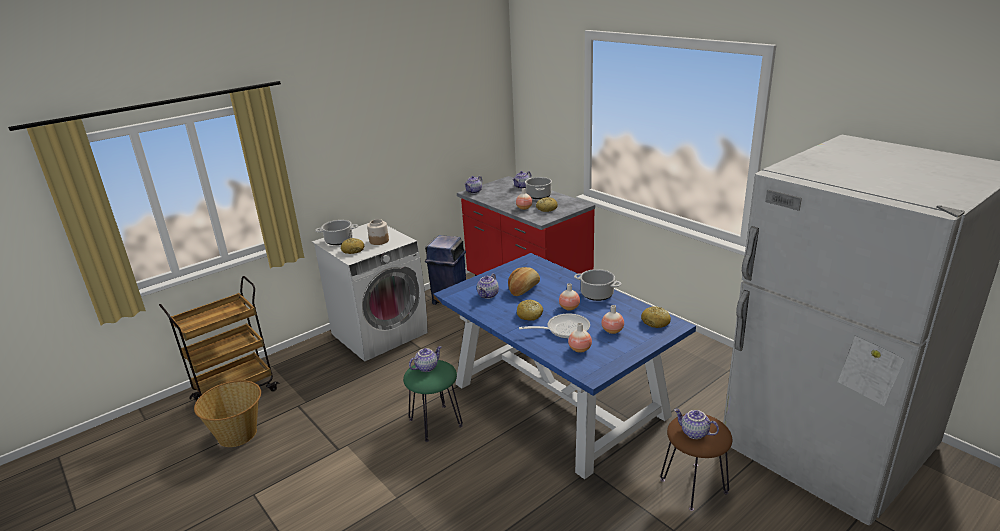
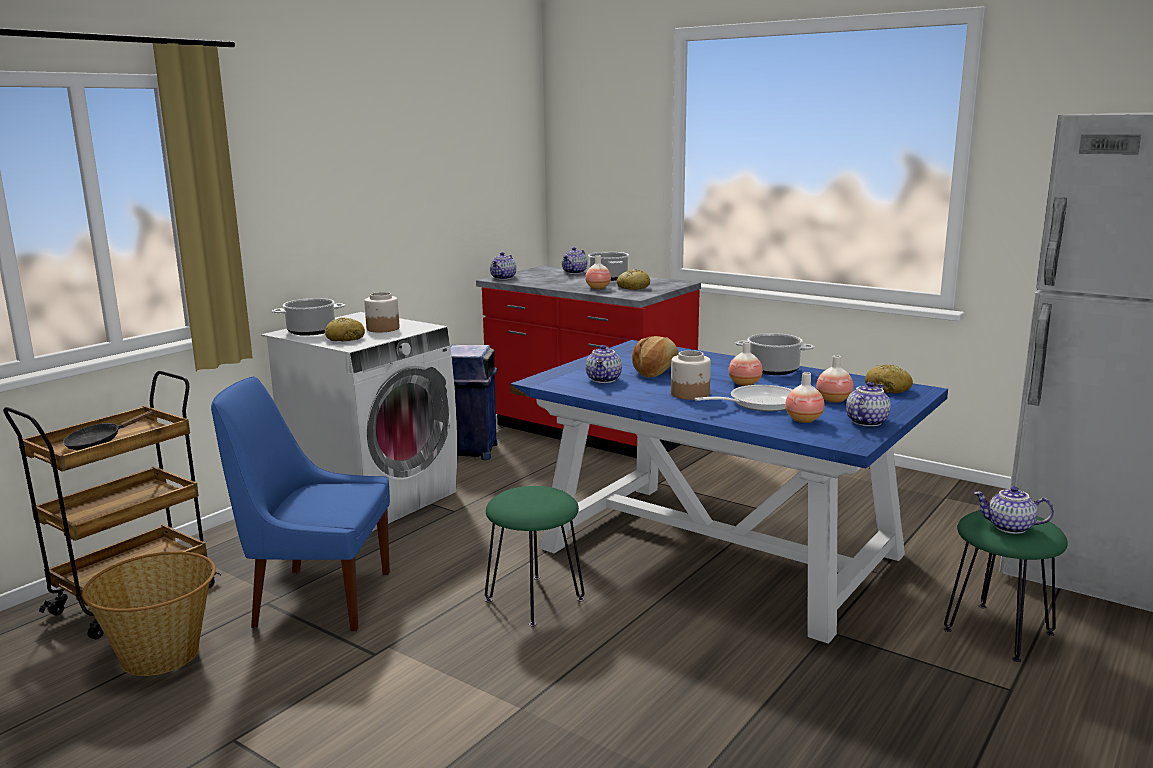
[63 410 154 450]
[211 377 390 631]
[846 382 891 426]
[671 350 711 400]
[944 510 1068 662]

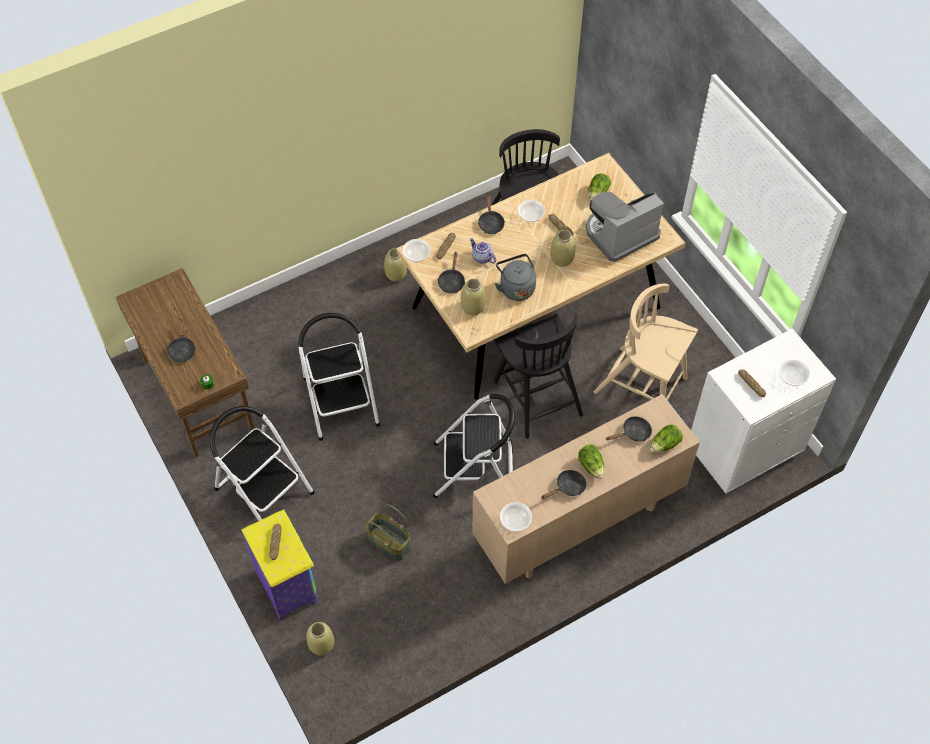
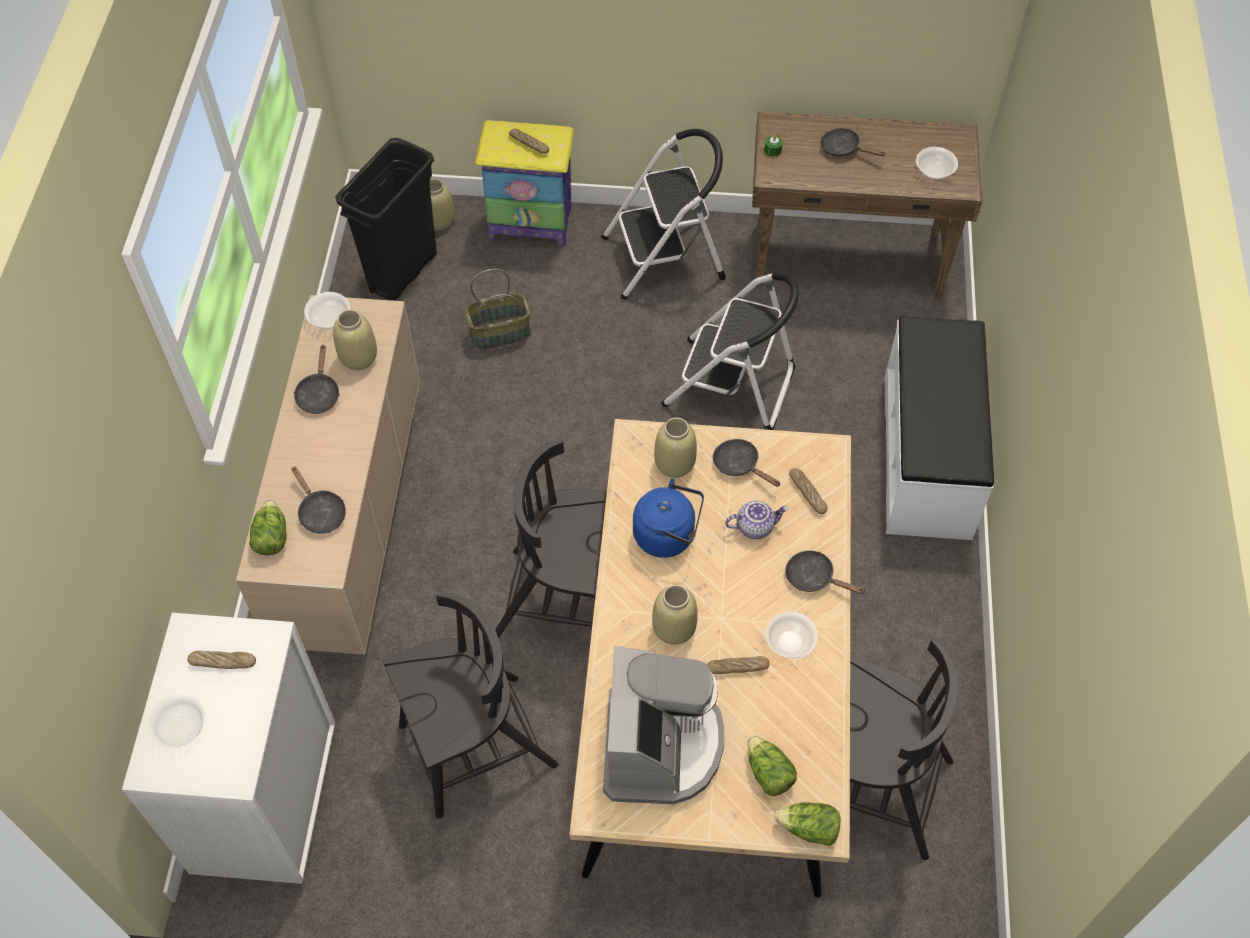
[433 394 515 498] (first image)
[335 138 437 301]
[884 316 994 540]
[333 310 377 370]
[916 147 958 180]
[774 802 841 846]
[633 478 704 558]
[383 593 559 819]
[292 466 346 534]

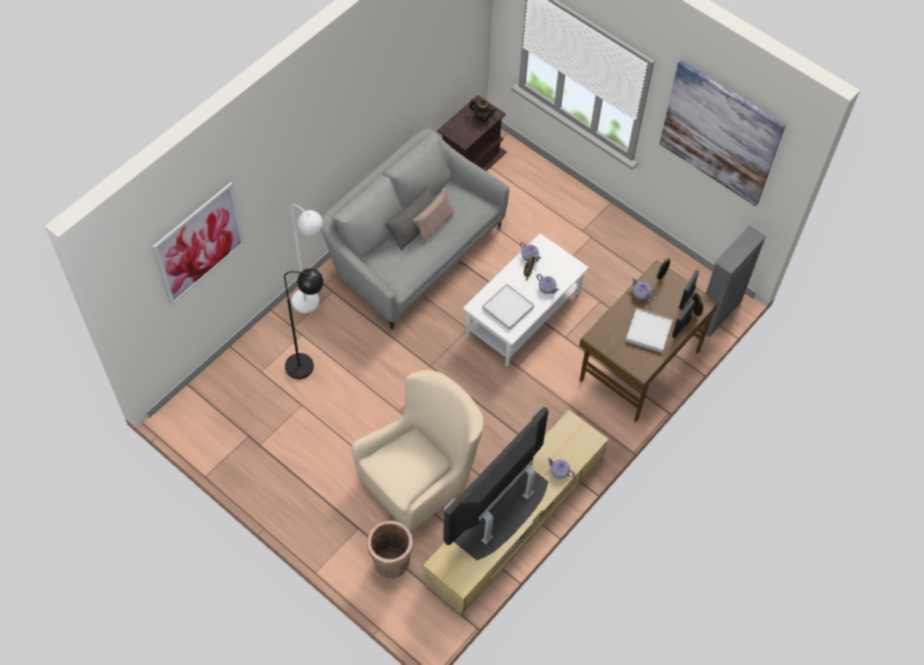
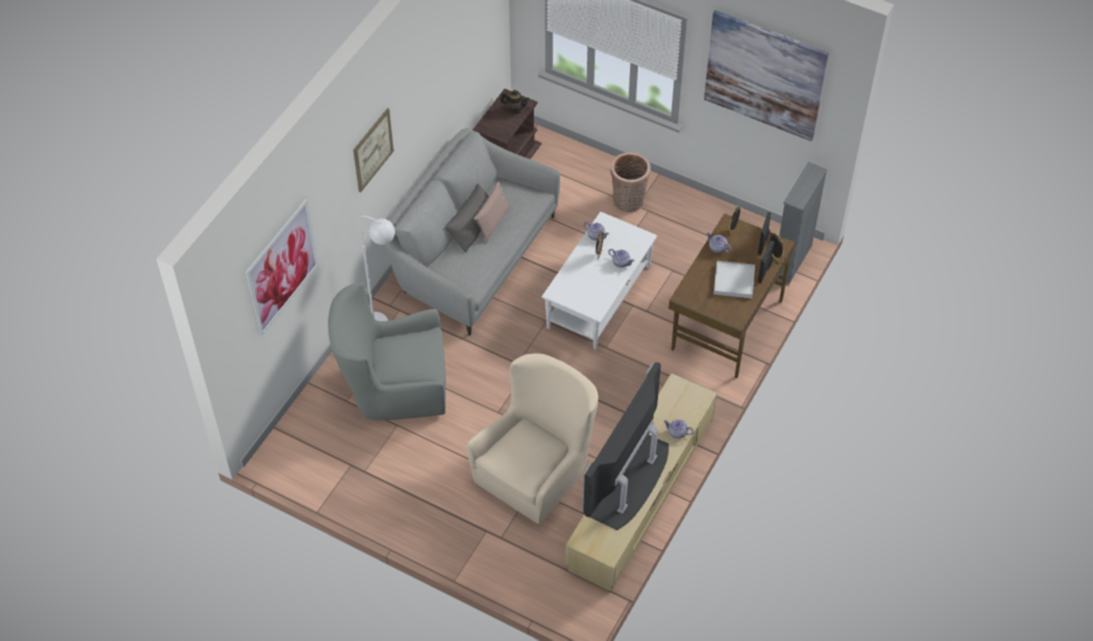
[482 284 534 330] (first image)
[353 108 394 192]
[610 152 651 212]
[328 283 446 420]

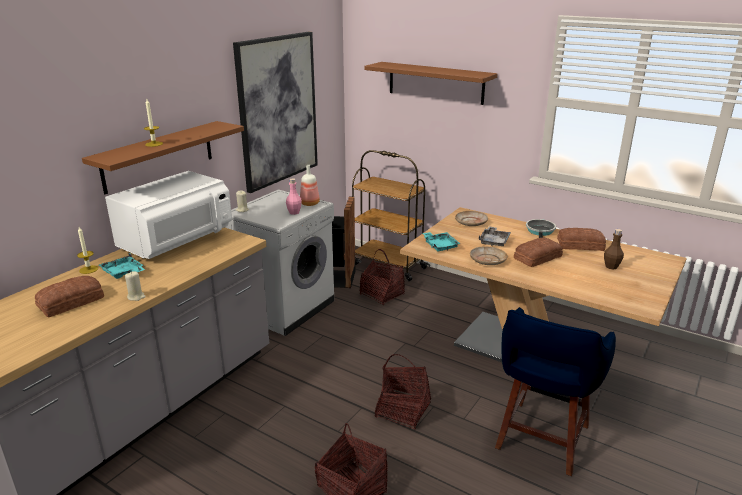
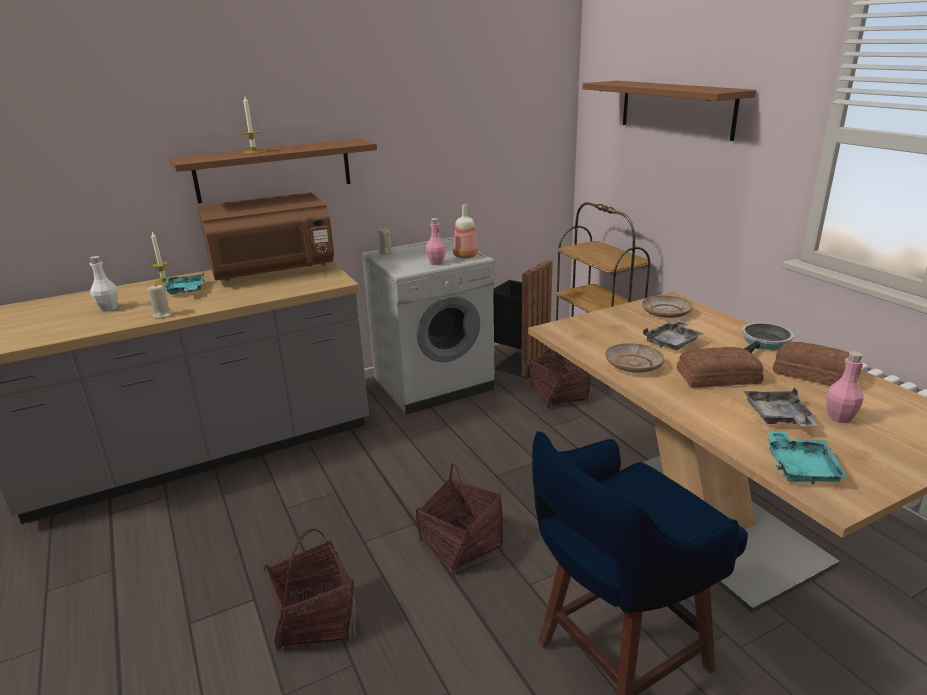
[233 32 318 193] (first image)
[744 387 818 426]
[767 430 849 484]
[90 256 118 312]
[197 192 334 281]
[826 351 864 423]

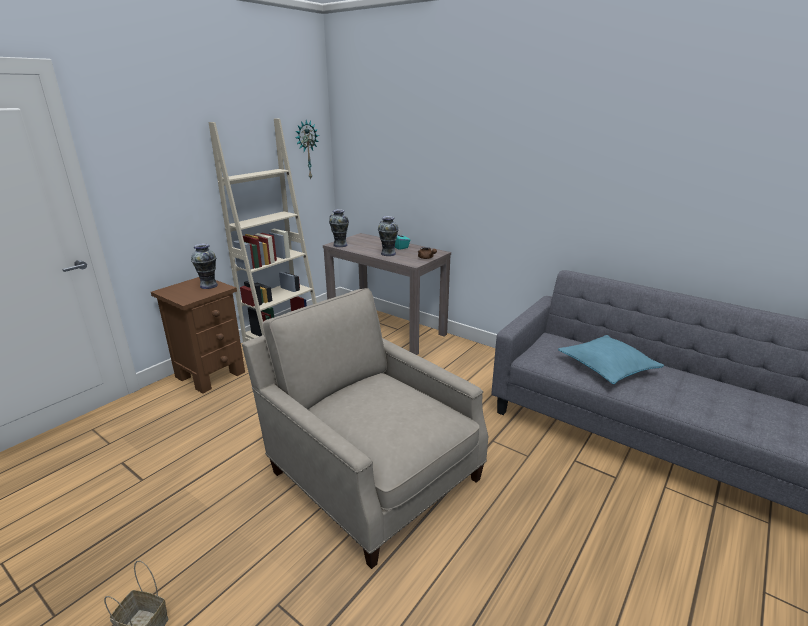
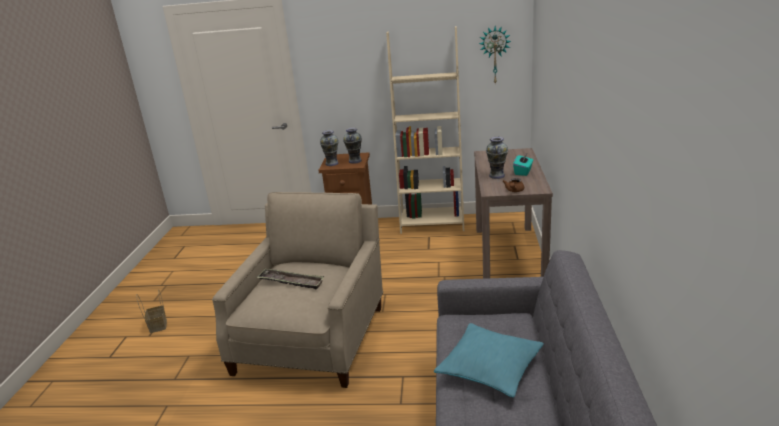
[257 269 324 290]
[320 130 339 166]

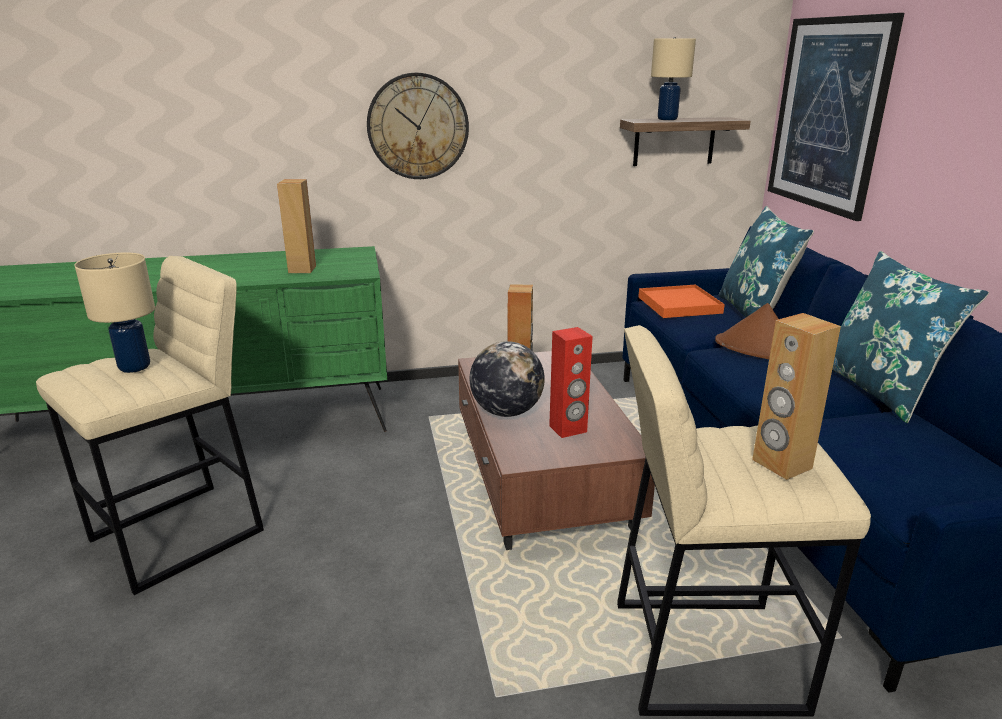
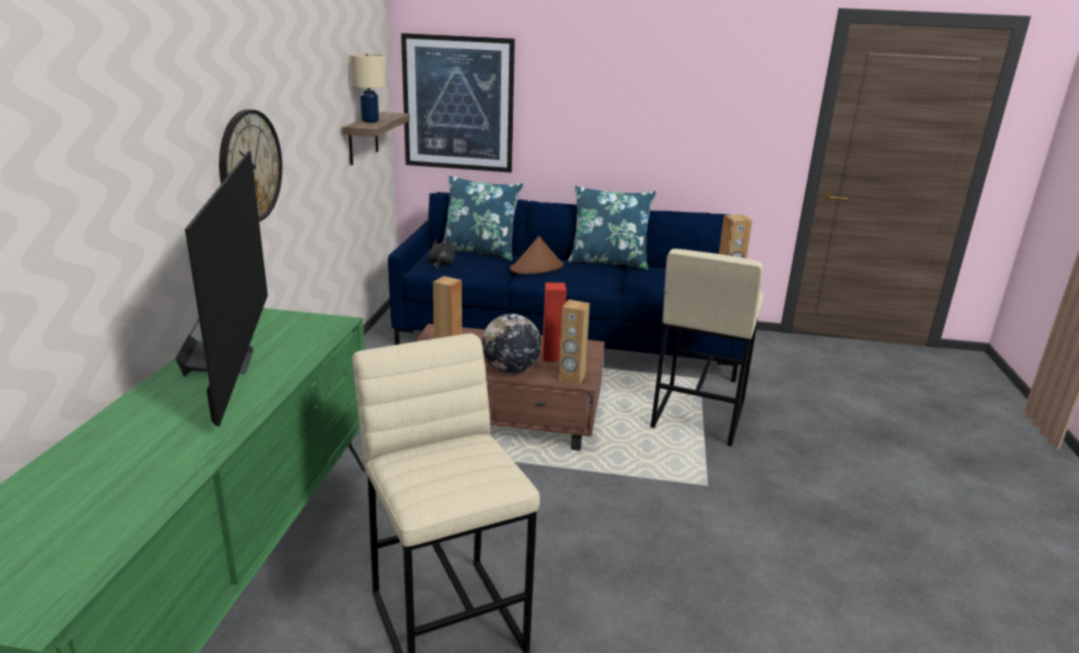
[74 252 155 373] (first image)
[175 151 268 426]
[558 300 590 385]
[428 240 455 270]

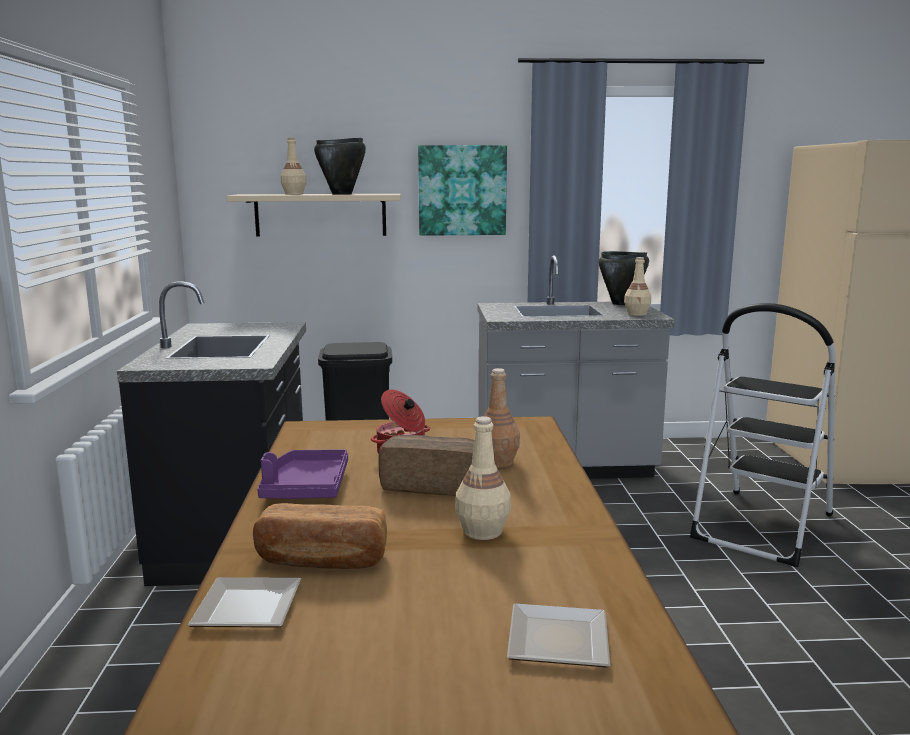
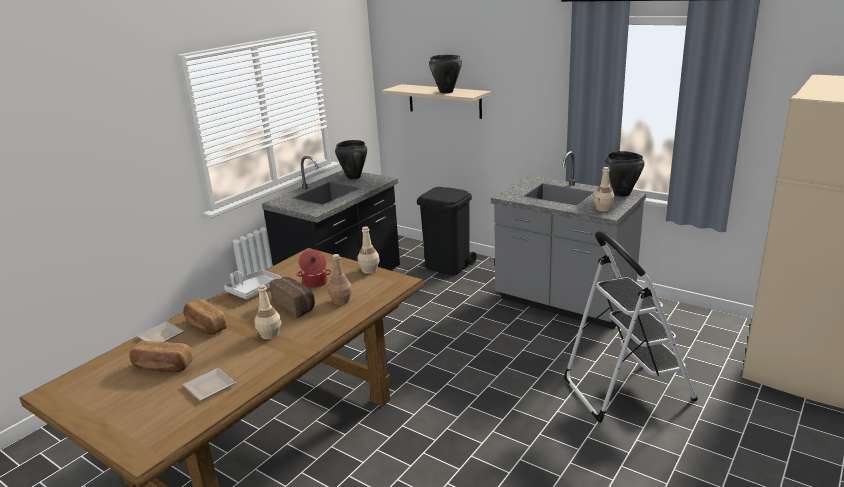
[418 145 507 236] (first image)
[129 341 193 372]
[335 140 367 179]
[357 226 380 274]
[224 270 281 299]

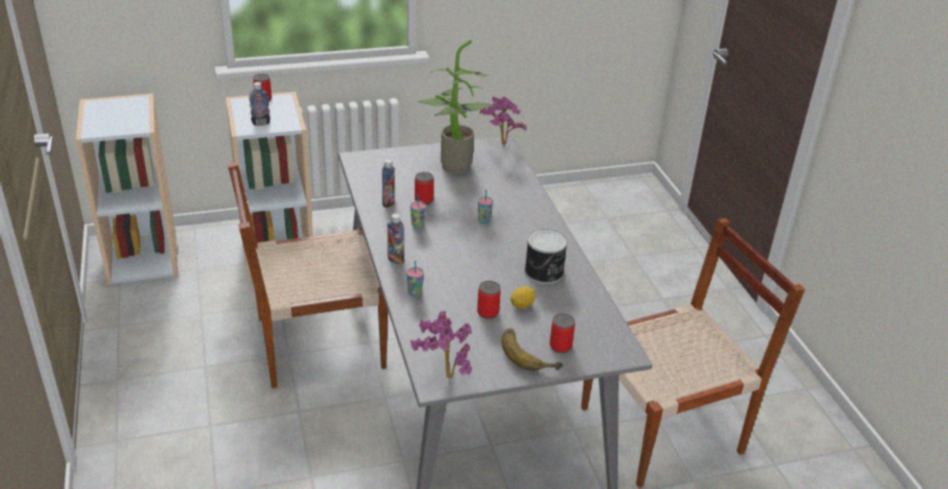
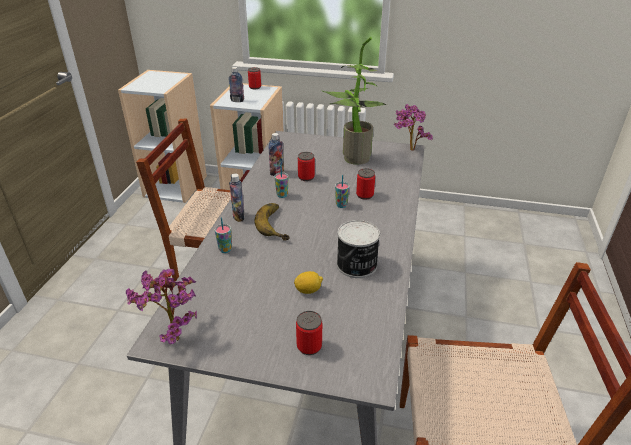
[356 168 375 200]
[255 203 290 241]

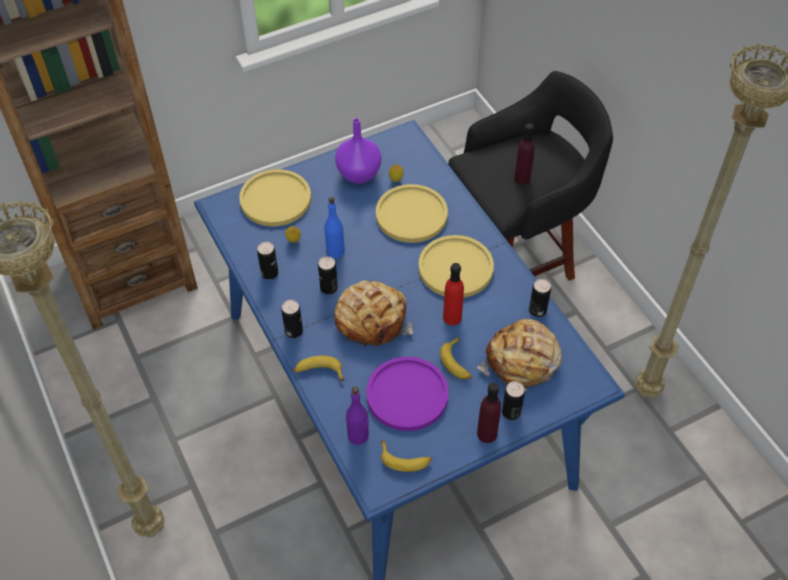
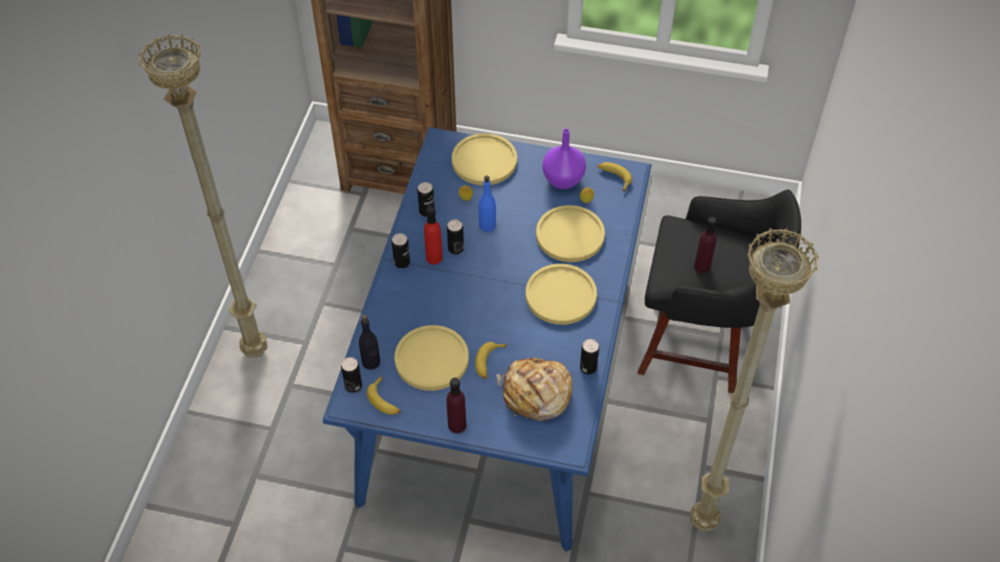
[334 280 413 347] (first image)
[598 162 632 192]
[424 207 443 264]
[341 357 362 393]
[359 315 380 370]
[394 325 469 391]

